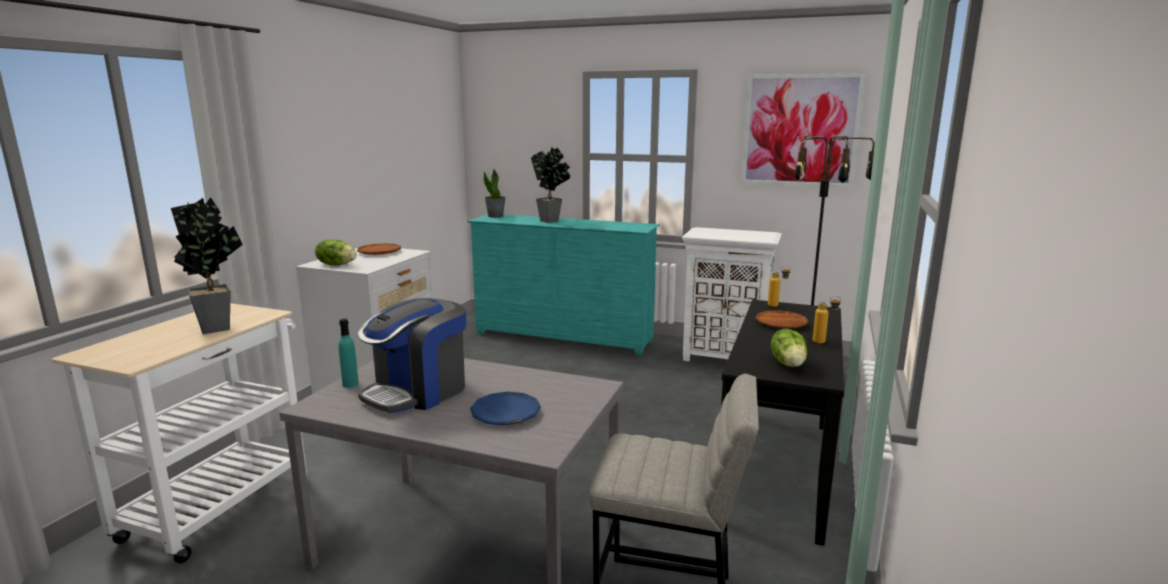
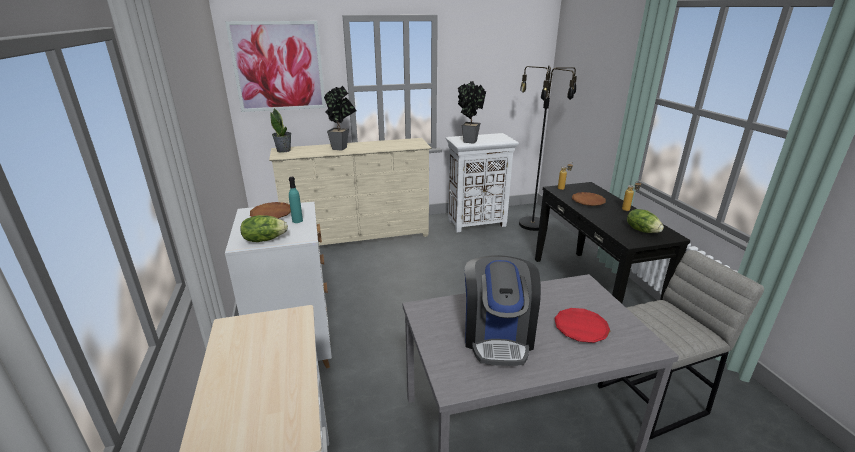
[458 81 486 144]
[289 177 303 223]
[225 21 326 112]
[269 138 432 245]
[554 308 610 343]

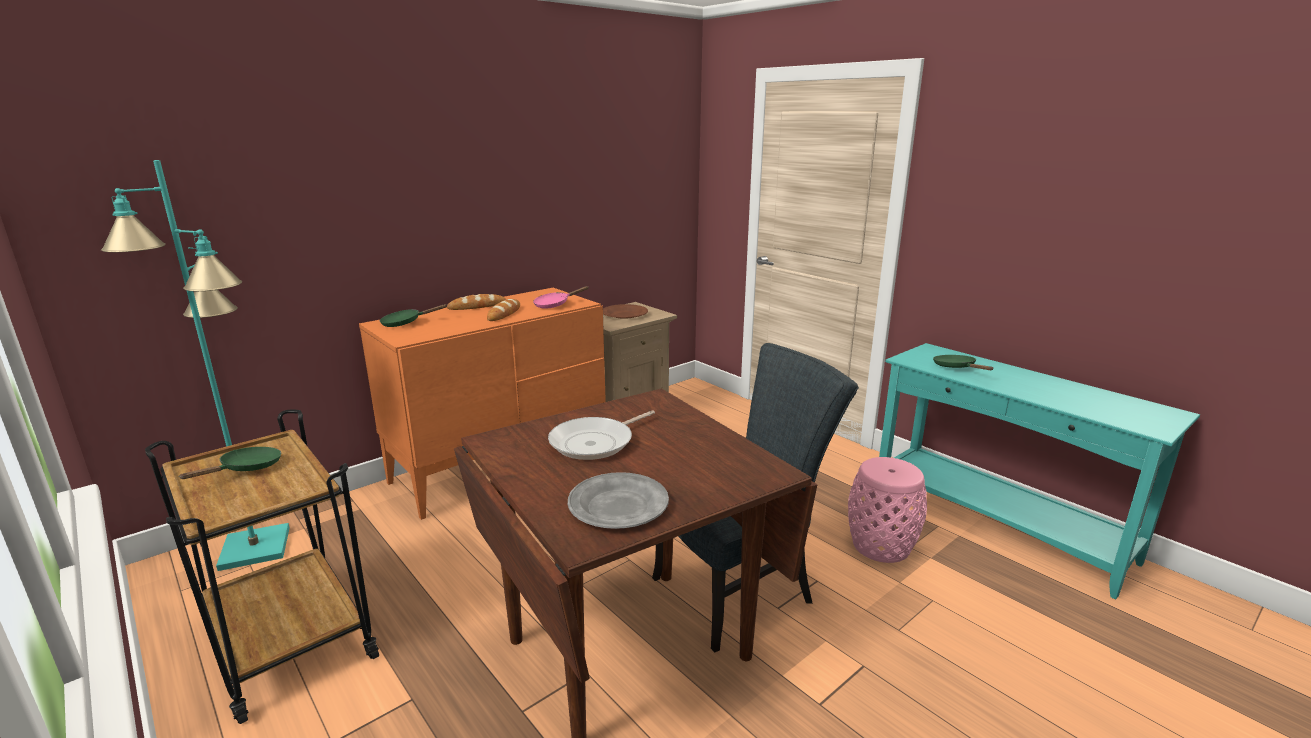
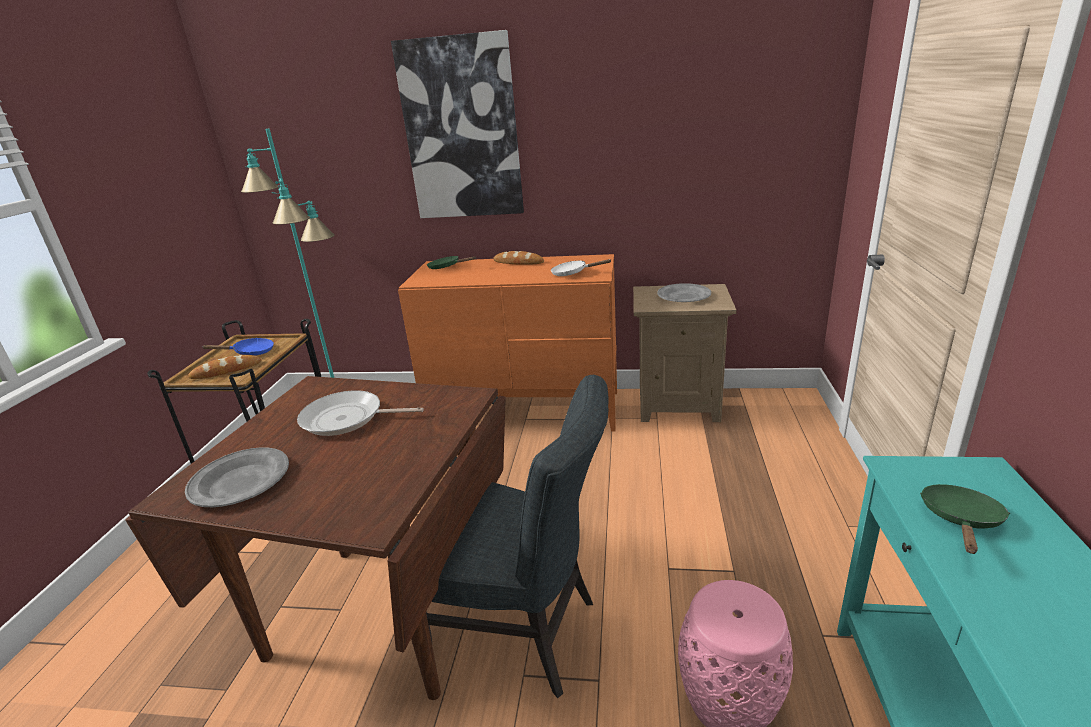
[391 30 524 218]
[188 355 261 379]
[201 338 274 356]
[551 259 611 276]
[657 283 711 302]

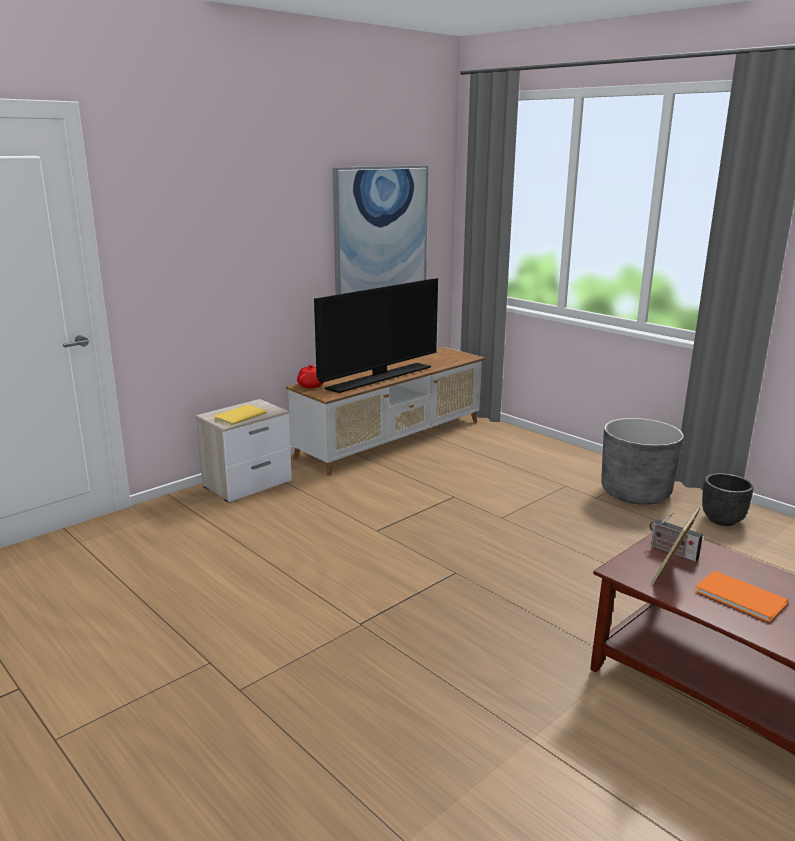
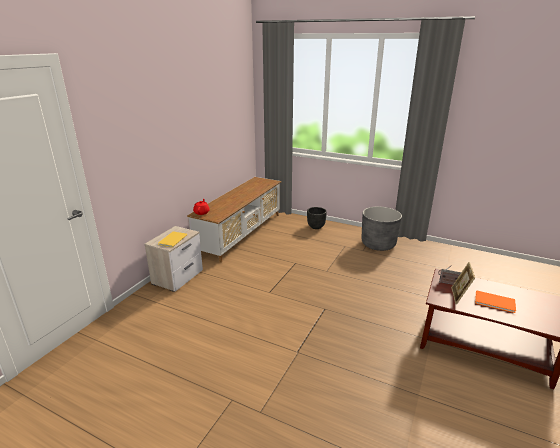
[314 278 438 393] (first image)
[333 165 428 295] (first image)
[307 207 327 229]

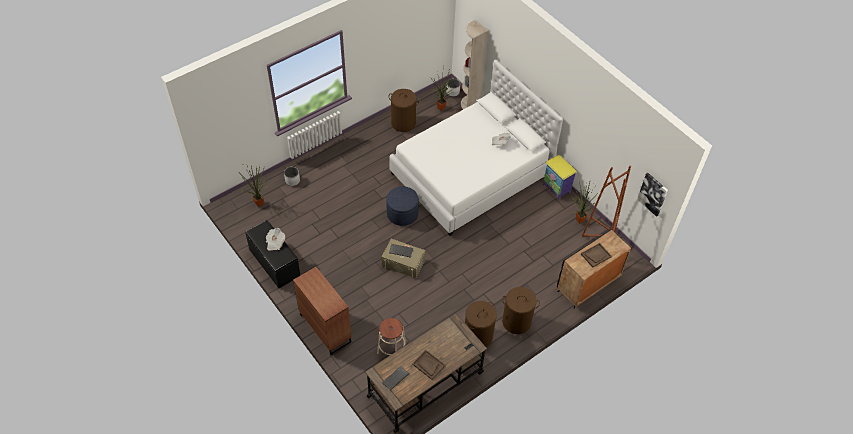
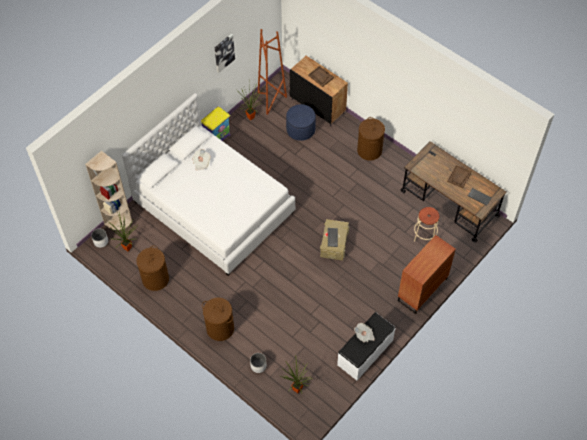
[286 104 316 141]
[202 298 234 341]
[215 34 235 73]
[337 312 396 380]

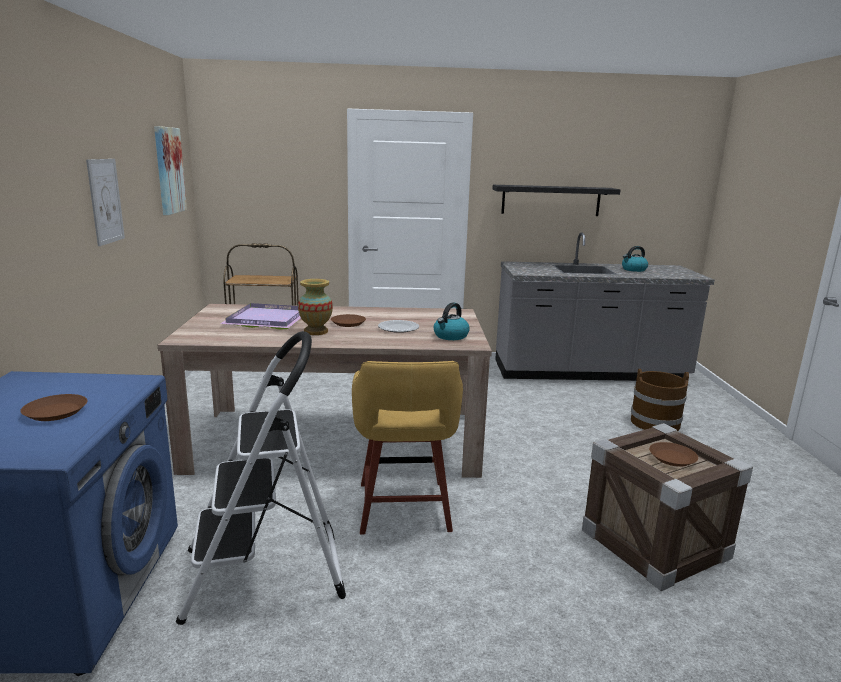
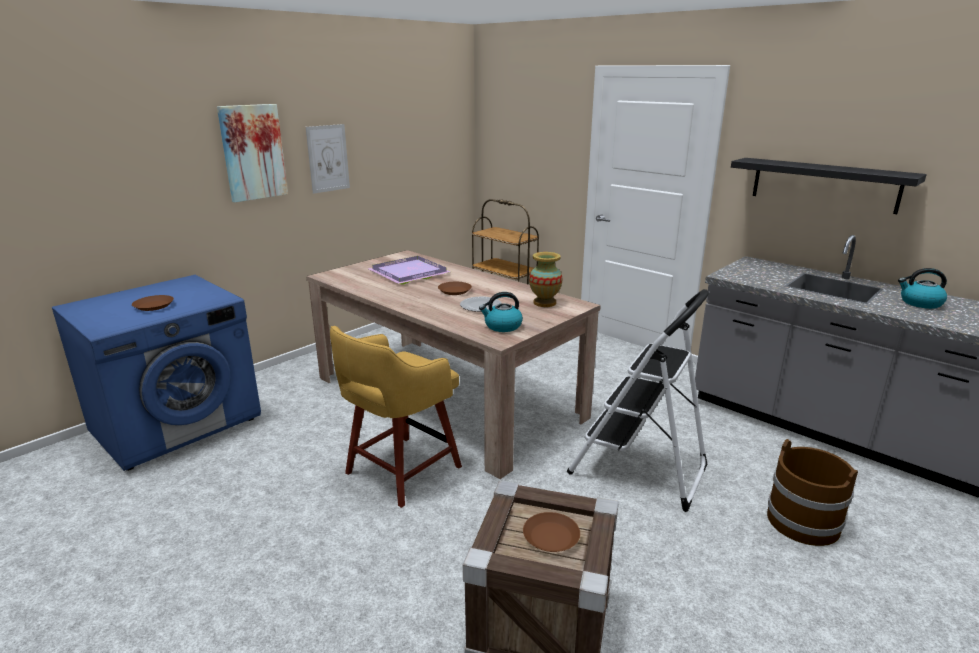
[217 104 288 202]
[567 289 709 512]
[529 252 562 307]

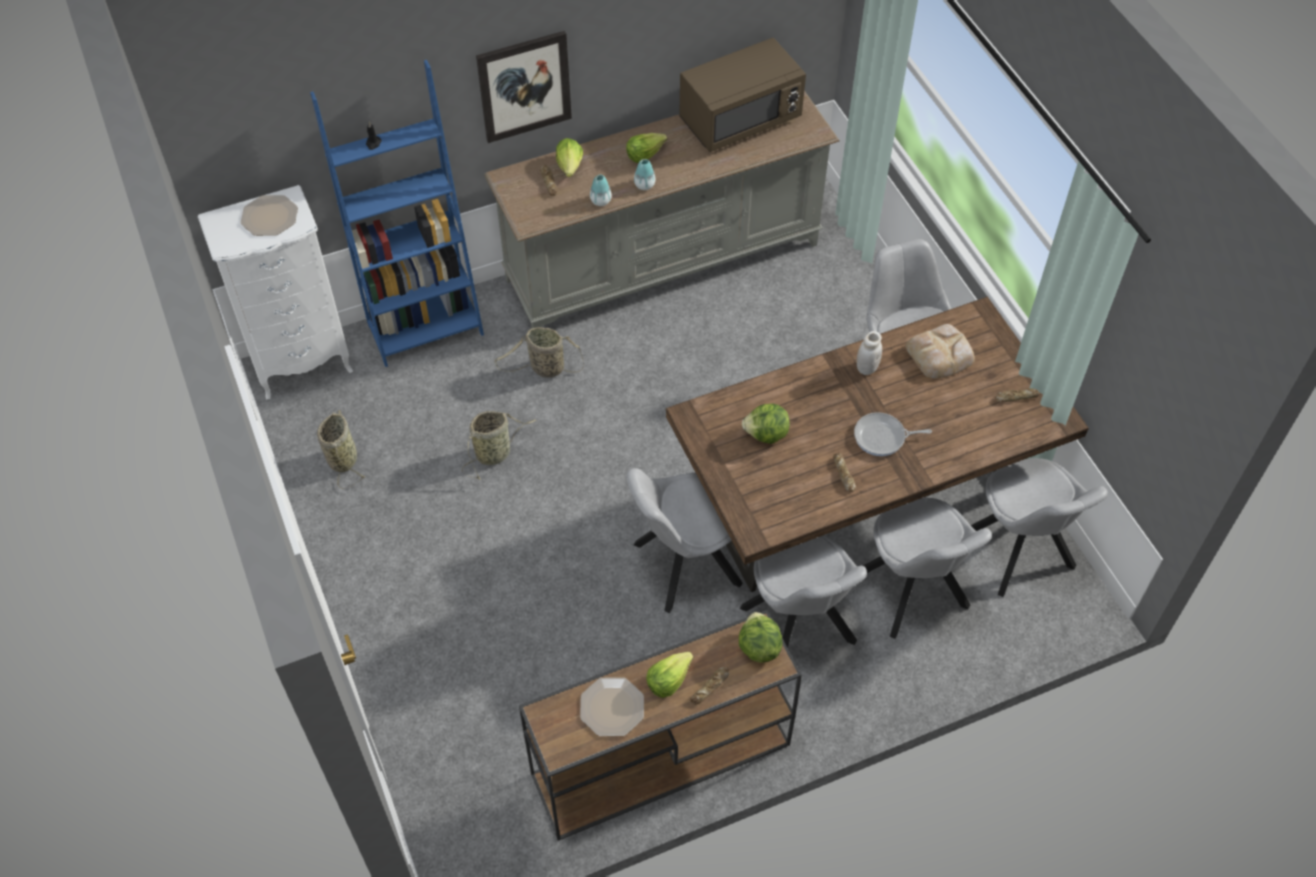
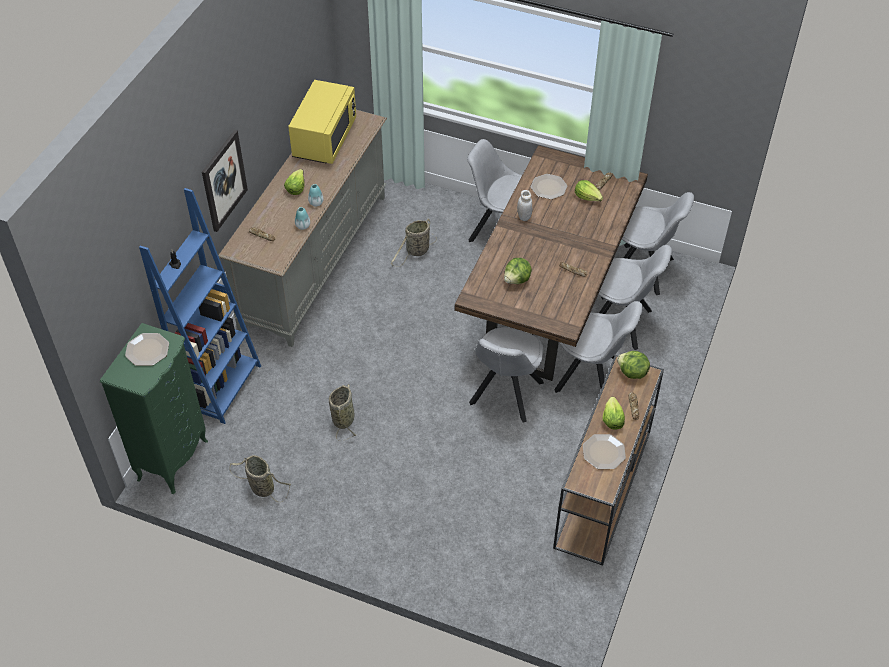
[854 412 932 456] (first image)
[391 218 437 267]
[575 180 603 201]
[531 174 567 199]
[100 323 208 494]
[288 80 356 164]

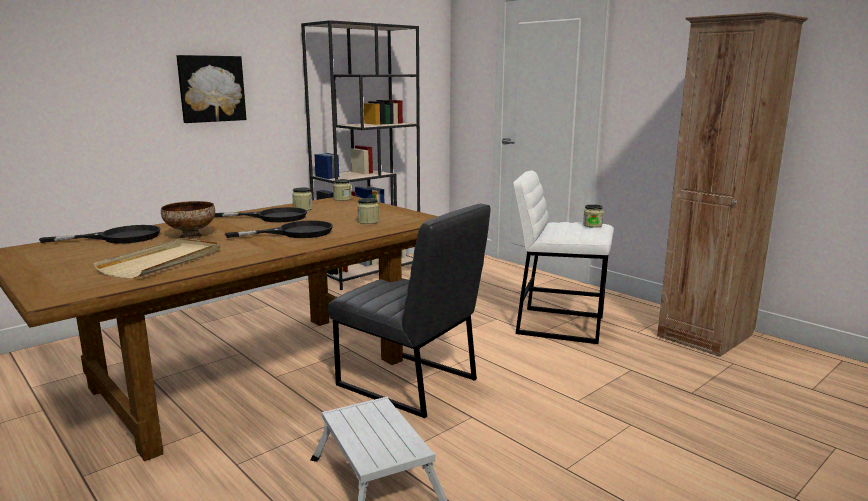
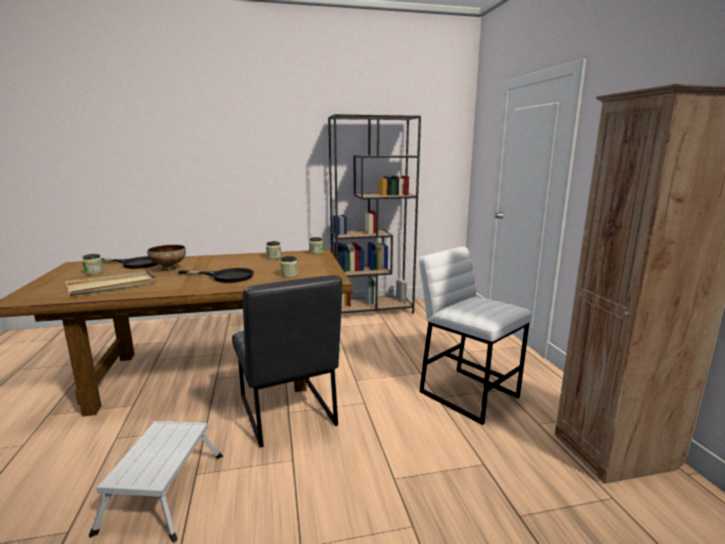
[176 55 247 123] (first image)
[214 207 307 222] (first image)
[82 254 104 275]

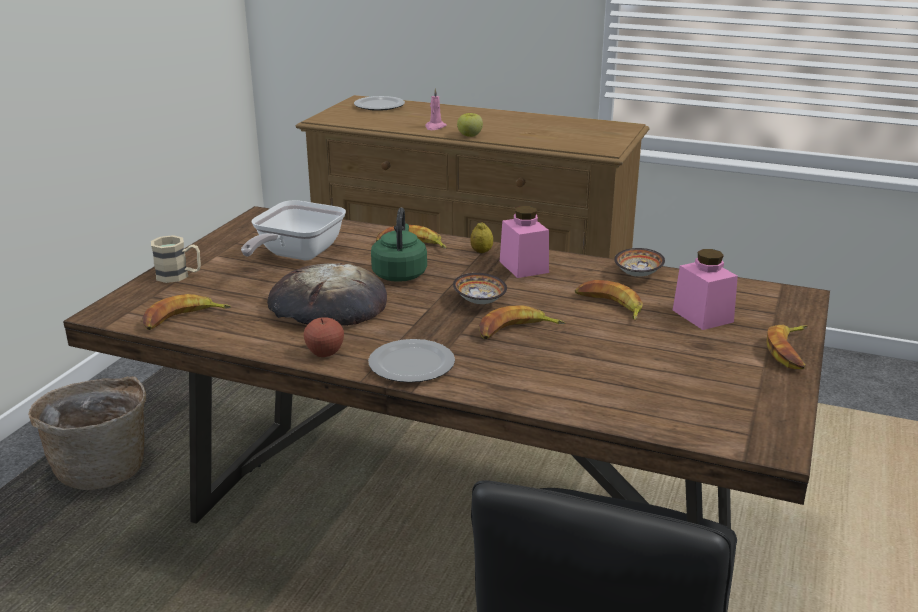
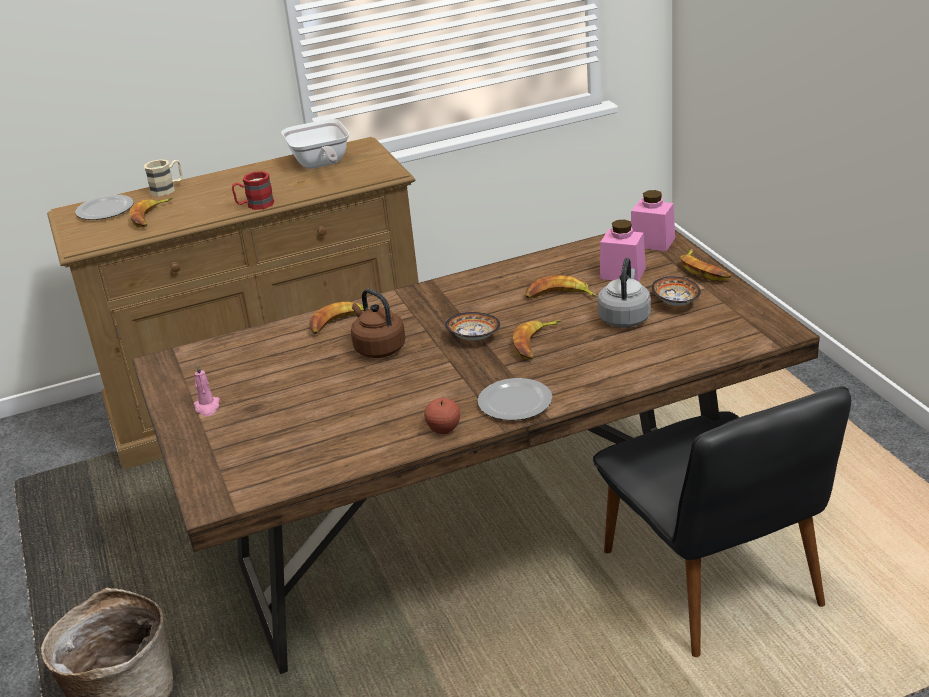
[267 263 387 326] (first image)
[470 222 493 253] (first image)
[598 258 651 328]
[129 198 173 228]
[144 159 182 196]
[281 119 349 169]
[194 363 220 416]
[631 190 675 251]
[652 276 701 306]
[232 171 274 210]
[351 289 405 358]

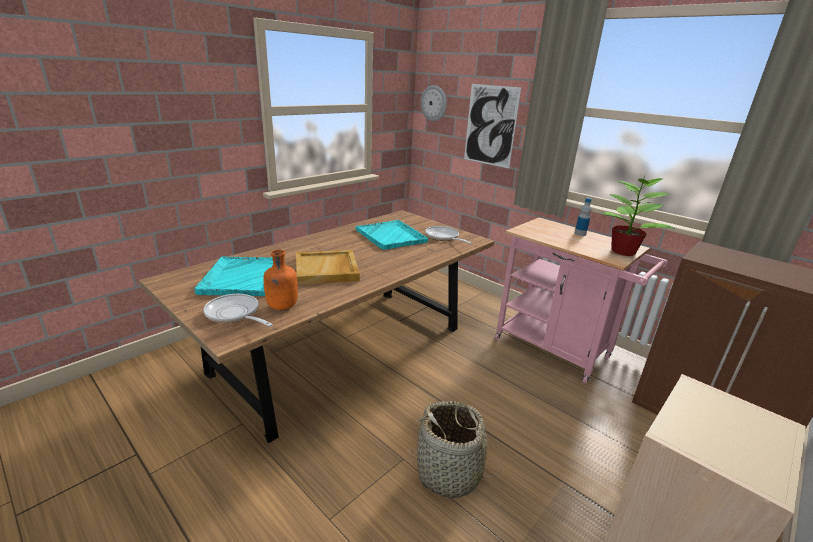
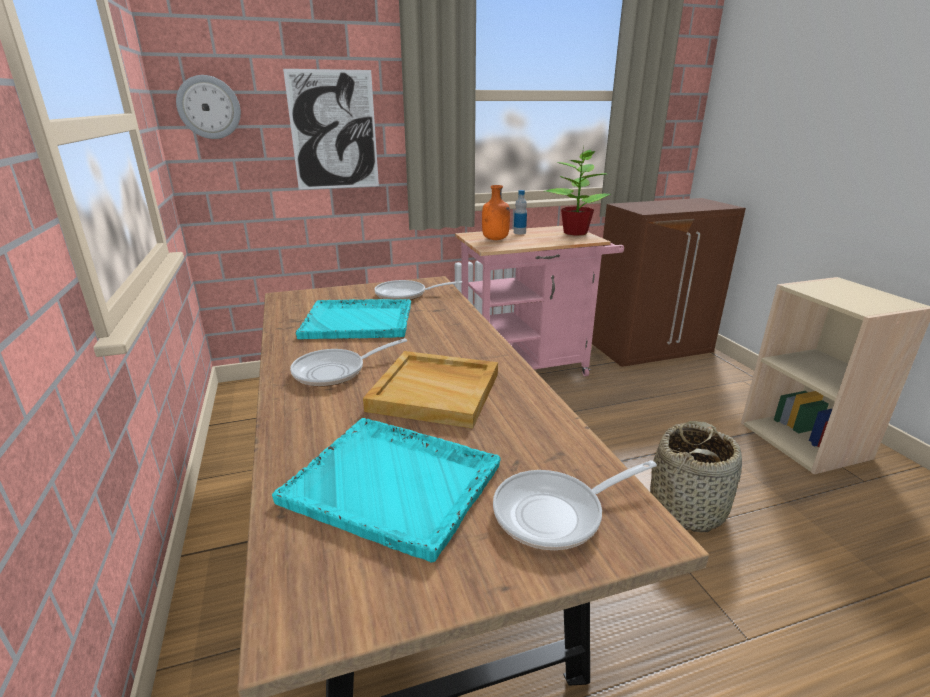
[290 338 407 387]
[482 185 510 240]

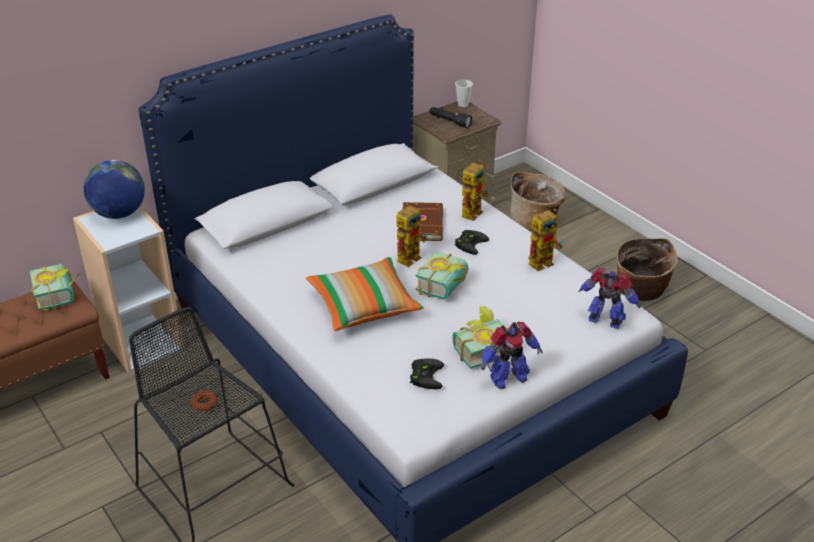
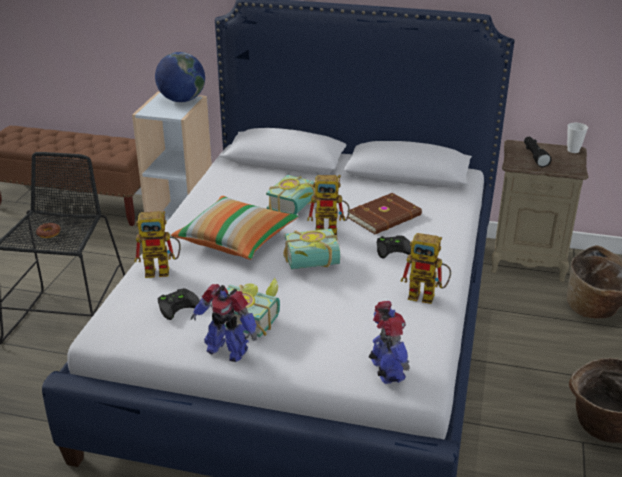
[266 175 315 215]
[134 211 181 278]

